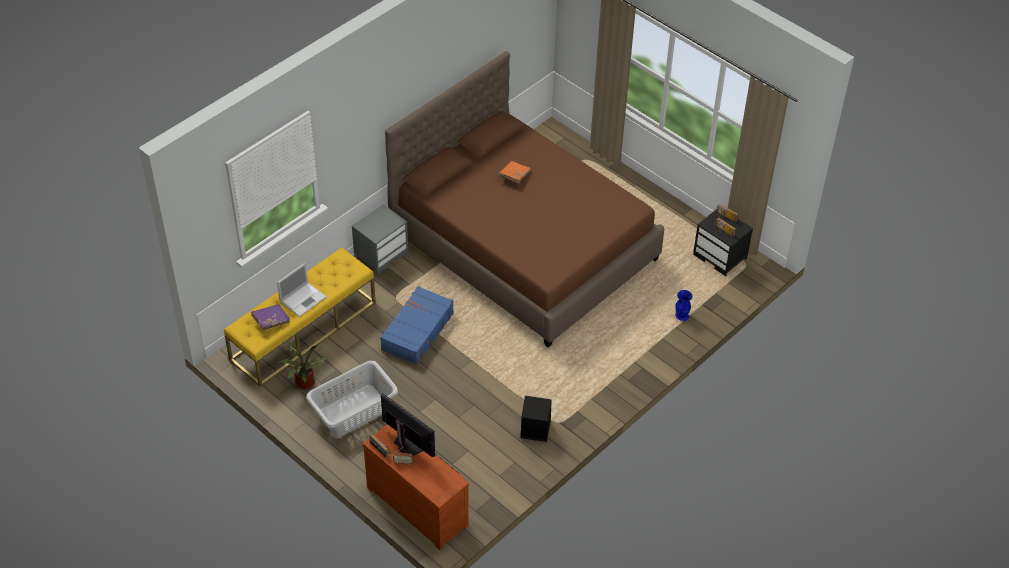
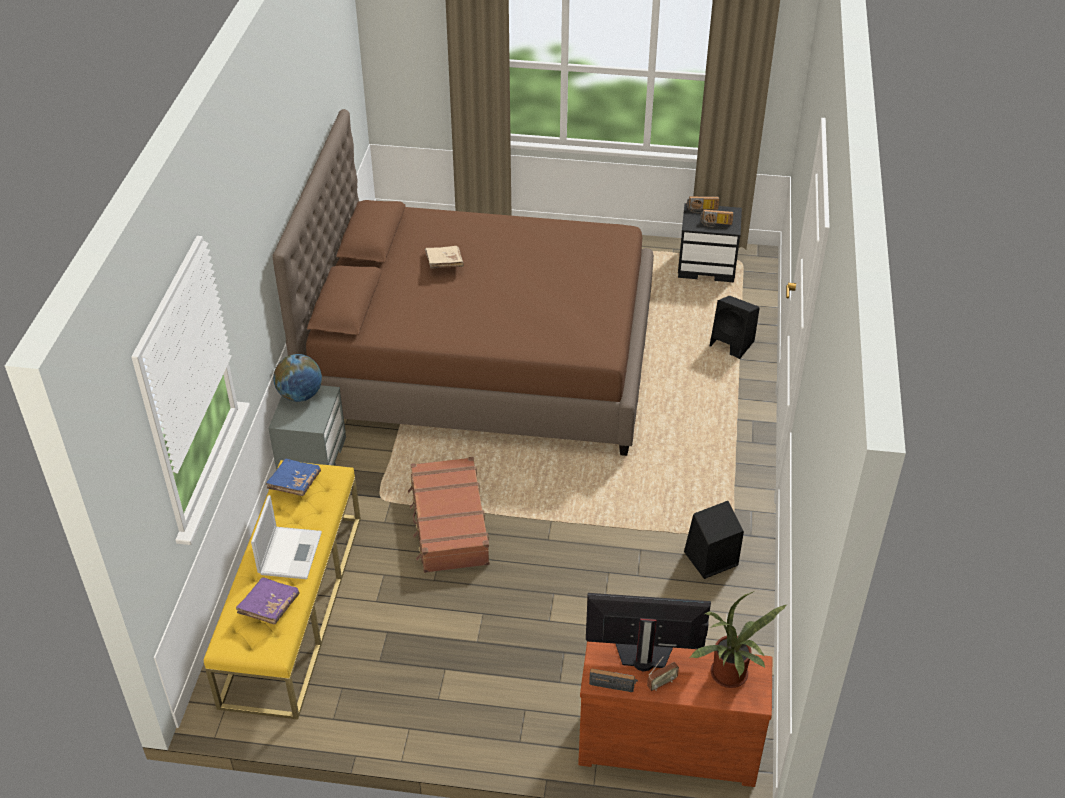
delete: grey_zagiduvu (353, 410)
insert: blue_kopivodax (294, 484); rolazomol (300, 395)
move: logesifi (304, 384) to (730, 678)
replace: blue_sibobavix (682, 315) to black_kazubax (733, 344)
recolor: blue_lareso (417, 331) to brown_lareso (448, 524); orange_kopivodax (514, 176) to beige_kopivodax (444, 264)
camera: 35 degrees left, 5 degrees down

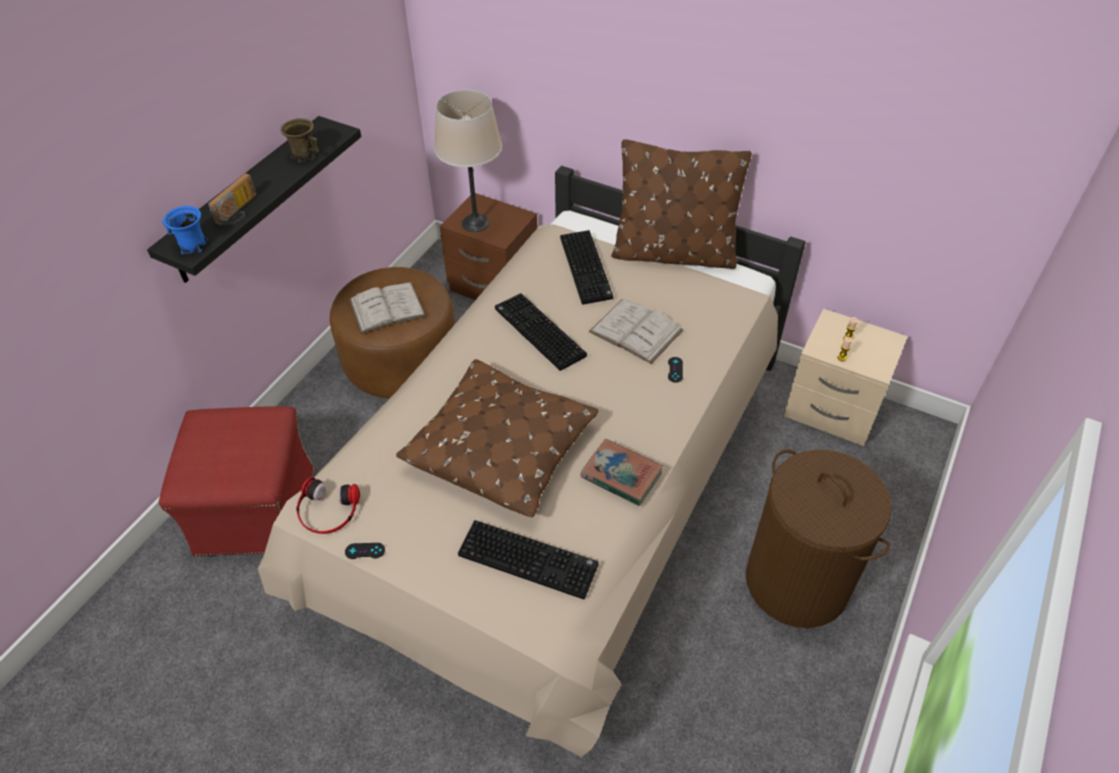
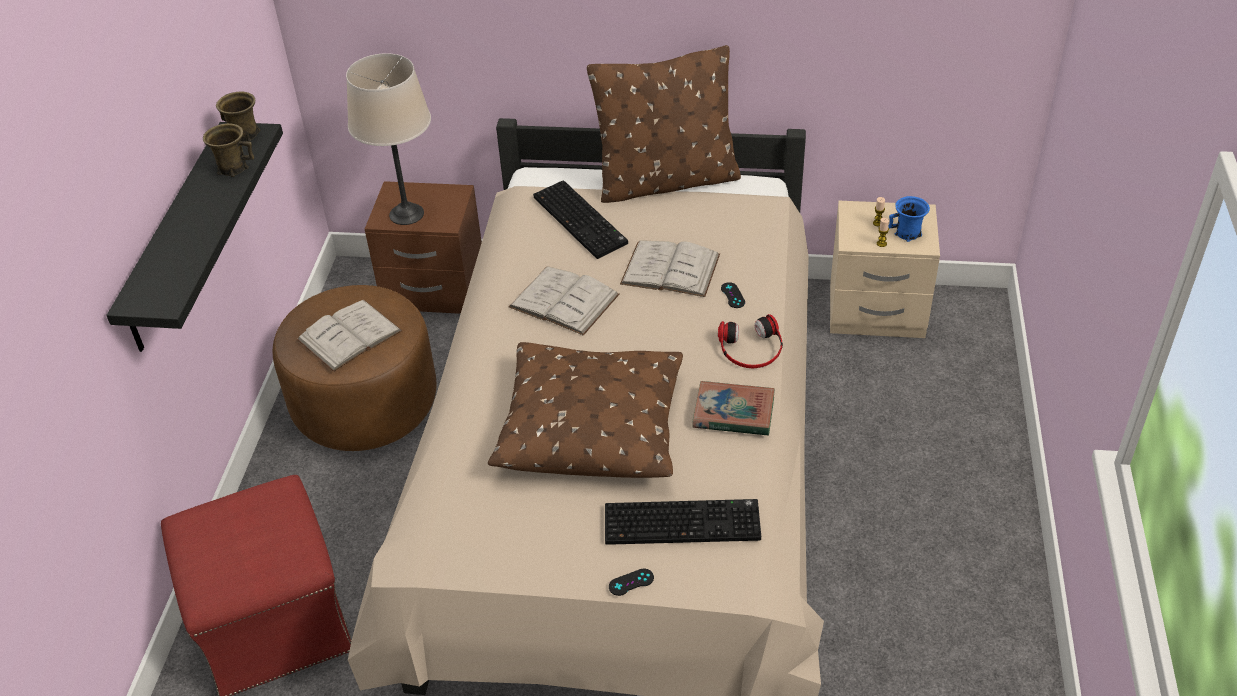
delete: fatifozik (239, 212); brown_zagiduvu (797, 581)
insert: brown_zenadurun (244, 135)
move: blue_zenadurun (193, 246) to (908, 233); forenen (327, 510) to (751, 348); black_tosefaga (365, 551) to (631, 582)
replace: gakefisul (537, 332) to white_kopivodax (564, 301)
camera: 20 degrees left, 5 degrees down

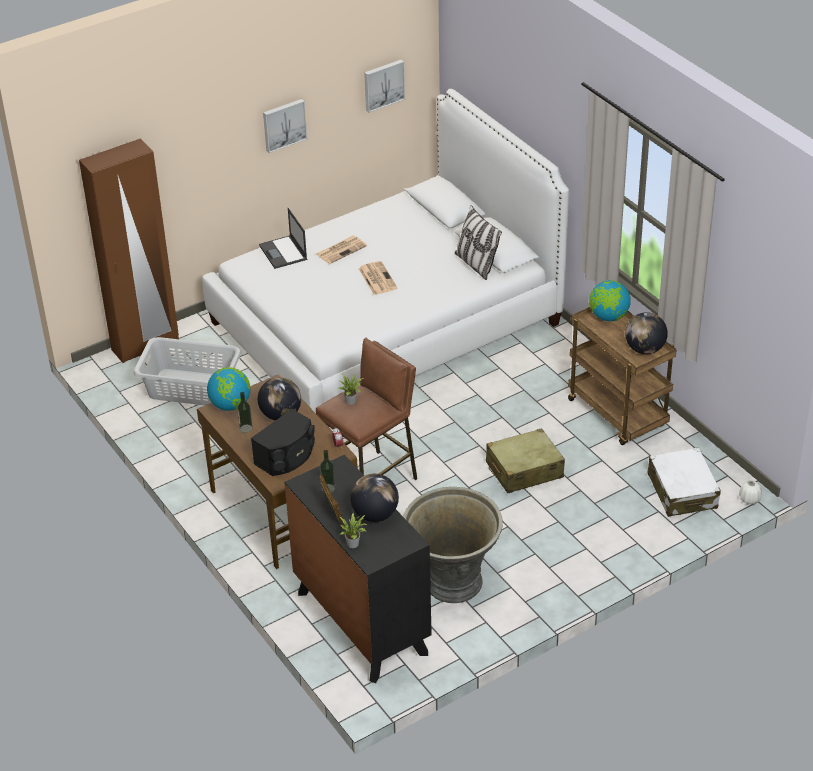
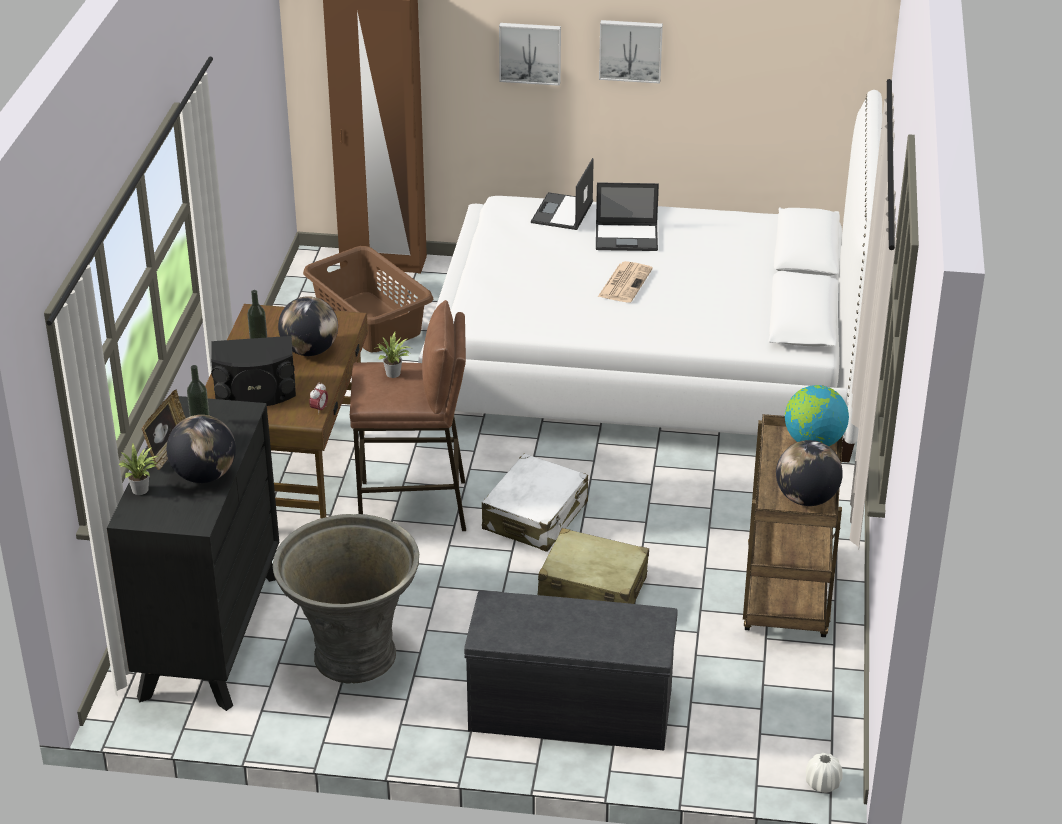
delete: rolazomol (230, 405); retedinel (476, 264)
insert: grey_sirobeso (569, 711)
move: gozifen (383, 85) to (530, 52); white_lareso (682, 491) to (535, 516)
replace: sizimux (341, 250) to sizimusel (627, 237)
recolor: grey_zagiduvu (190, 387) to brown_zagiduvu (370, 321)
camera: 40 degrees right, 5 degrees down

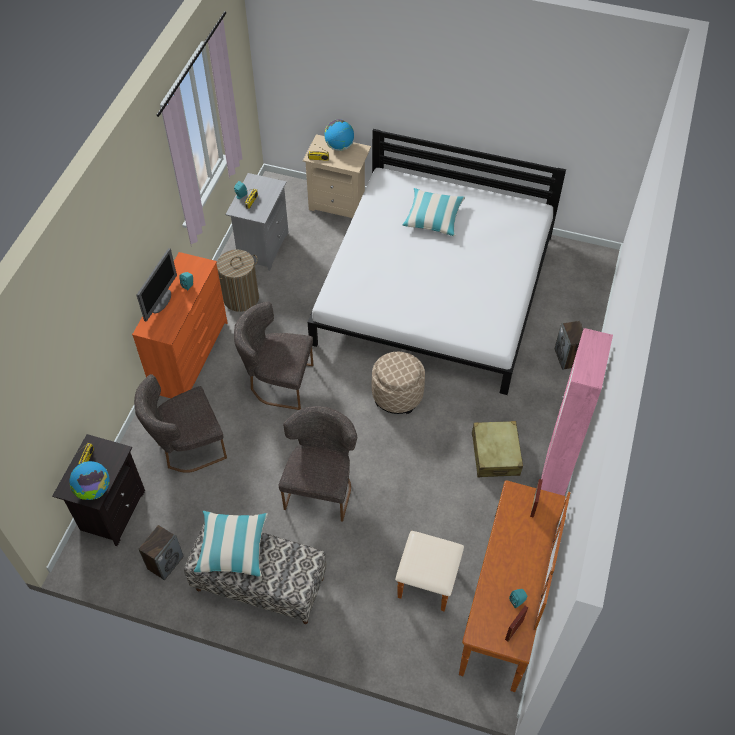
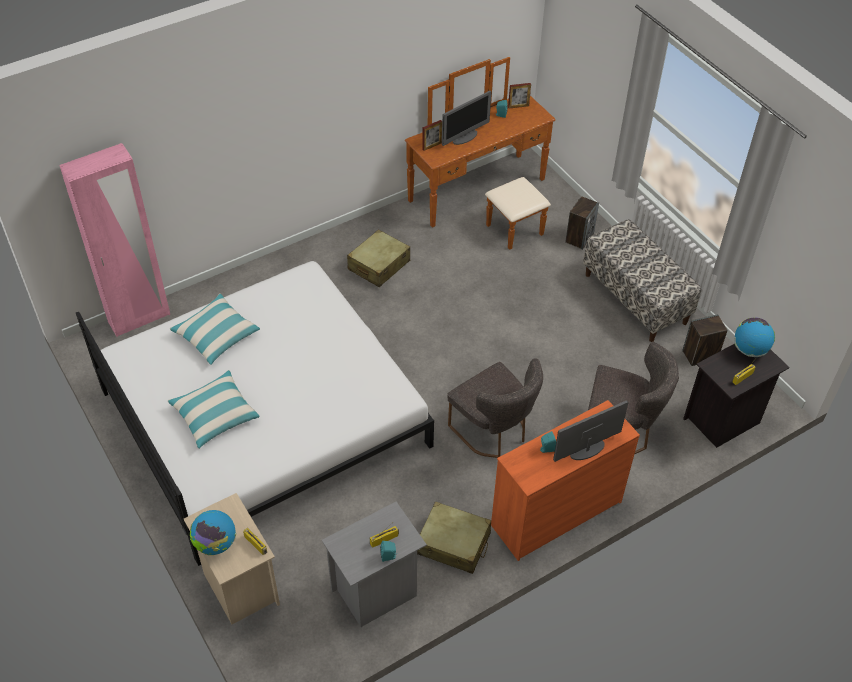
delete: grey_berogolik (321, 487); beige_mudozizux (397, 395)
insert: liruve (465, 137)
move: retedinel (233, 547) to (216, 335); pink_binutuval (553, 478) to (139, 318); kazubax (567, 358) to (579, 238)
replace: zagiduvu (241, 298) to beige_lareso (453, 544)
camera: 140 degrees left, 5 degrees down

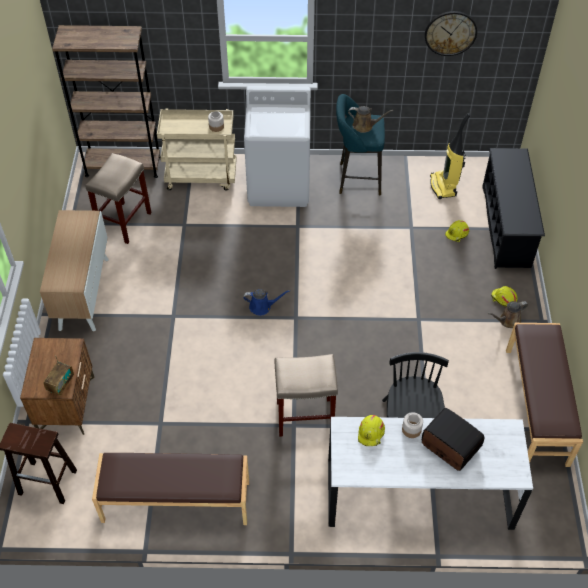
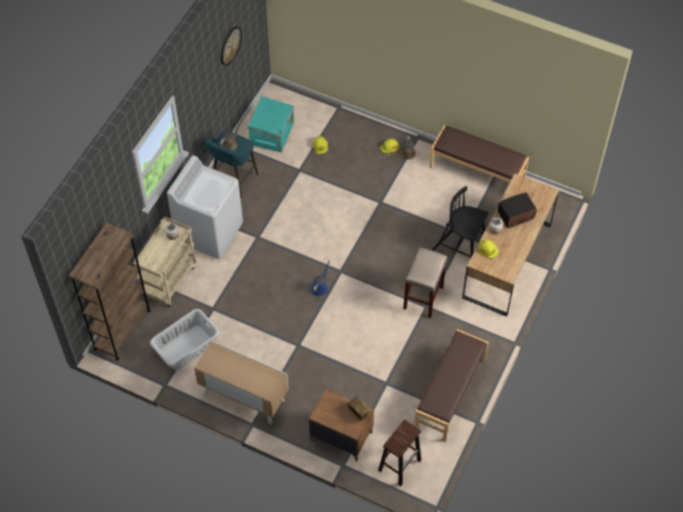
delete: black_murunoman (506, 226)
replace: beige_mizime (124, 222) to grey_zagiduvu (186, 347); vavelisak (444, 186) to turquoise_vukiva (273, 133)
recolor: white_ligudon (418, 494) to brown_ligudon (507, 261)
camera: 65 degrees left, 5 degrees up

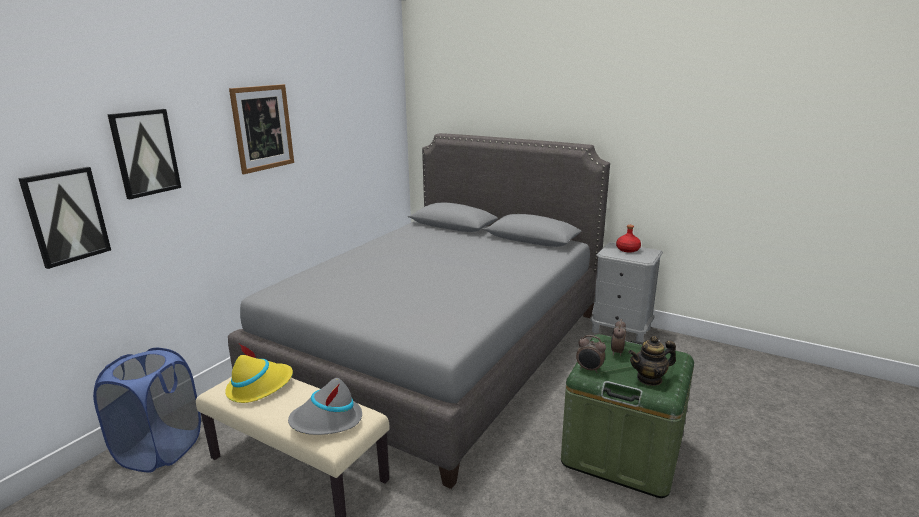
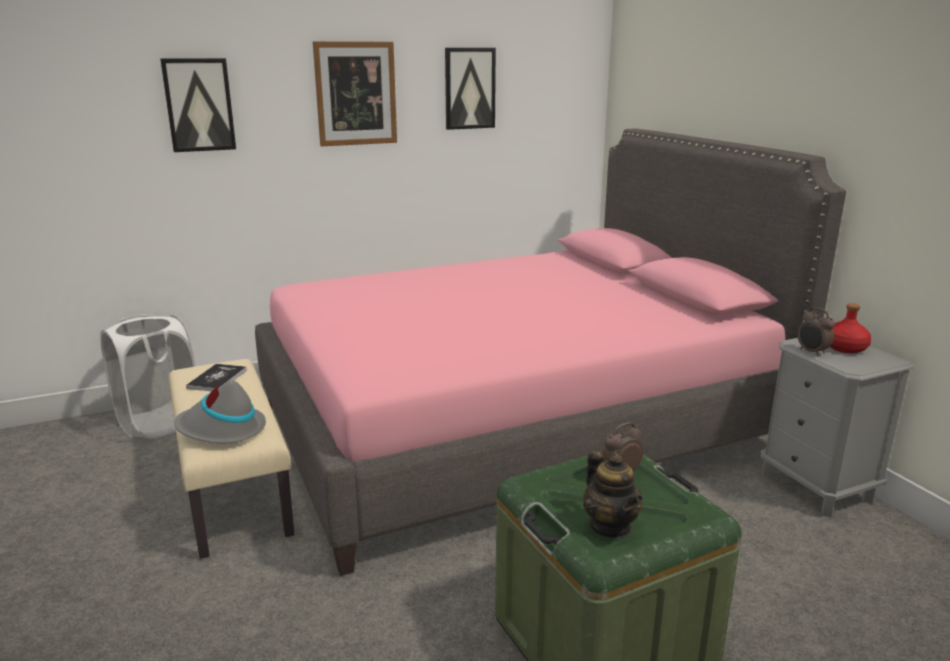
move: gozifen (66, 216) to (469, 88); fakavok (589, 369) to (811, 352)
replace: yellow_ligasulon (260, 387) to kopivodax (217, 379)
recolor: blue_zagiduvu (160, 450) to white_zagiduvu (159, 423); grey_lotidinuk (439, 351) to pink_lotidinuk (513, 425)
rotate: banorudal (649, 379) = (610, 526) 135 degrees counterclockwise
camera: 35 degrees right, 0 degrees up

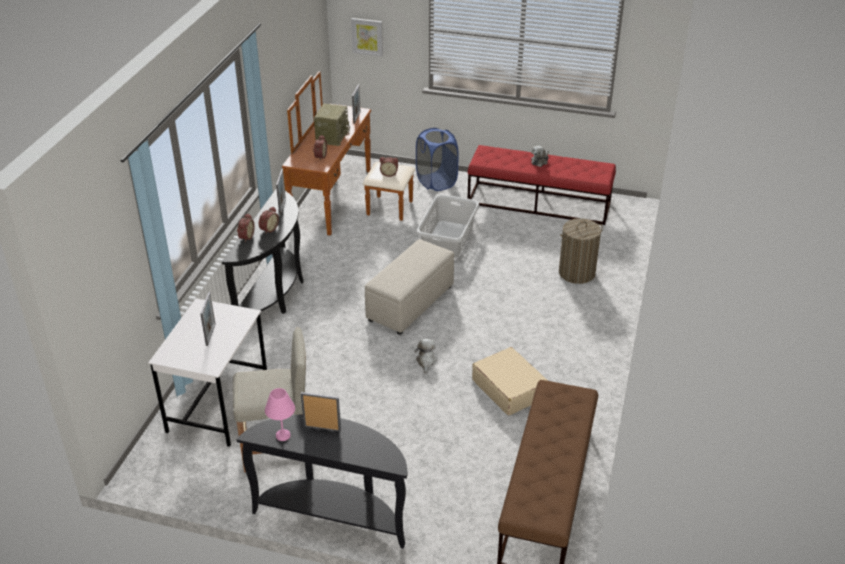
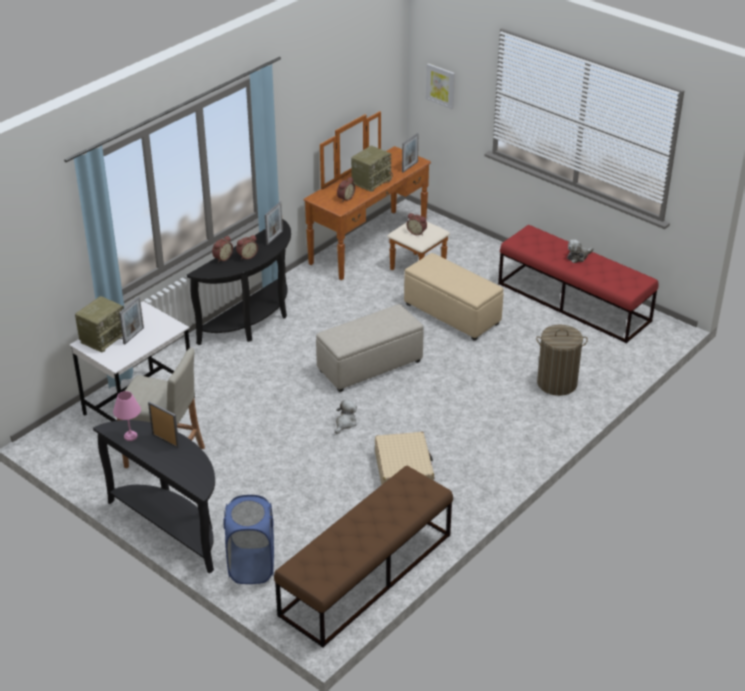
insert: fatifozik (103, 337)
move: blue_zagiduvu (436, 182) to (252, 566)
replace: grey_zagiduvu (448, 239) to beige_mudozizux (452, 314)
camera: 25 degrees right, 0 degrees up

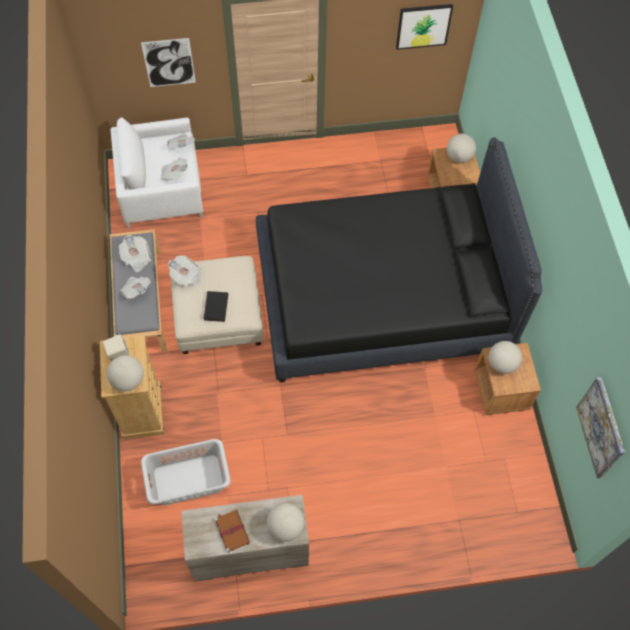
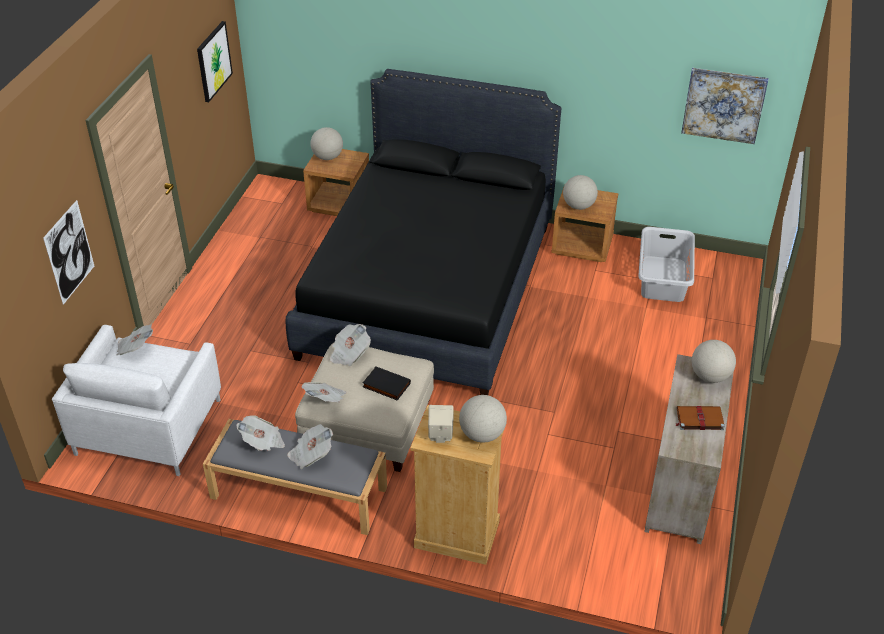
move: grey_zagiduvu (188, 479) to (662, 279); sizimux (174, 174) to (349, 353)
camera: 65 degrees left, 20 degrees down

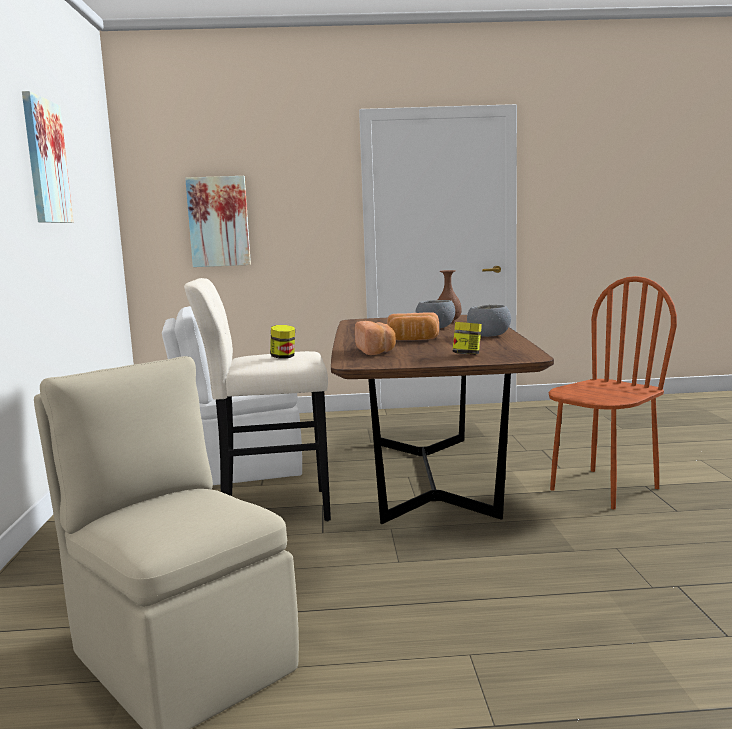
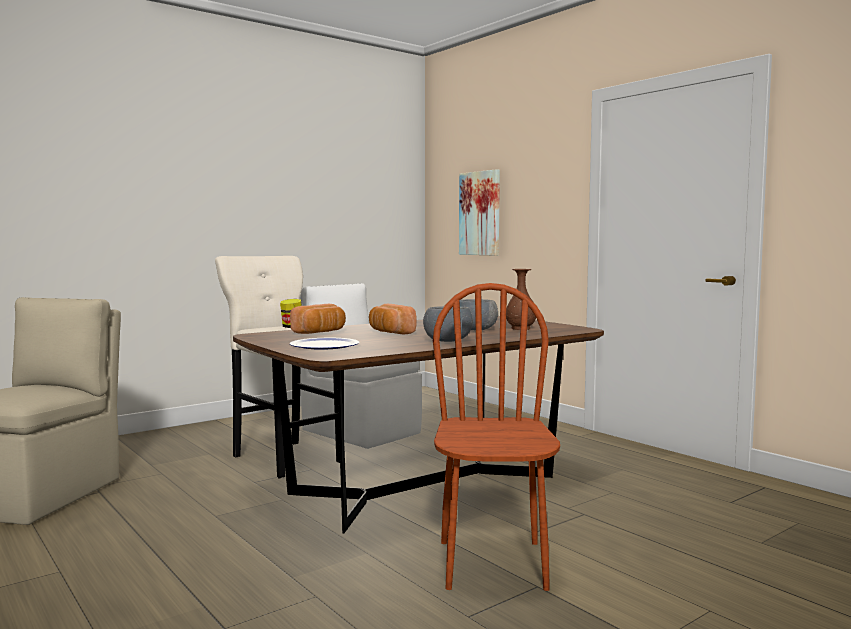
delete: gozifen (45, 161)
replace: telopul (467, 355) to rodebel (324, 345)
rotate: brown_berogolik (603, 488) = (493, 564) 105 degrees counterclockwise
camera: 55 degrees right, 5 degrees down

